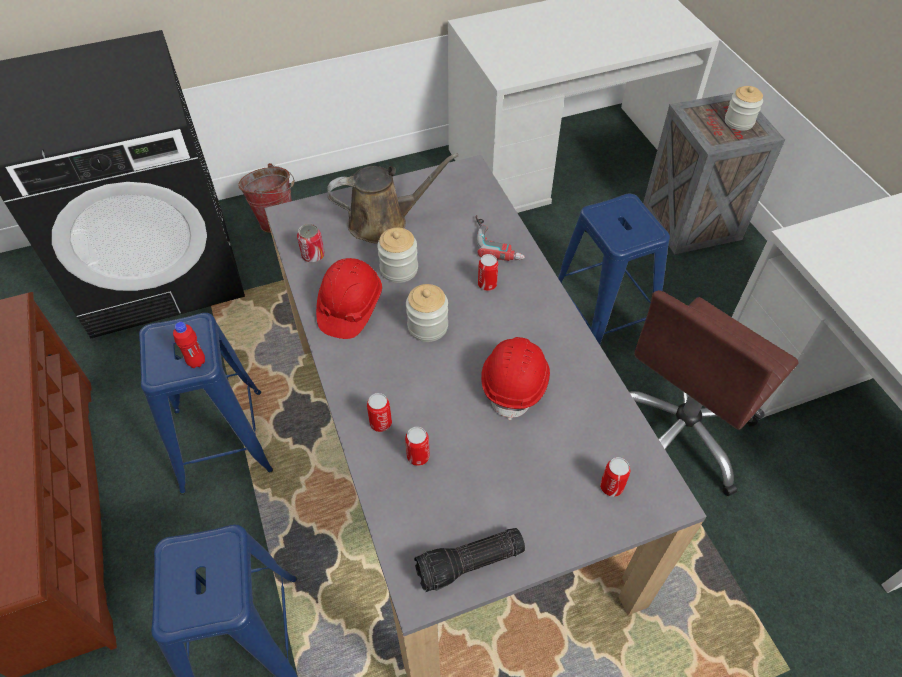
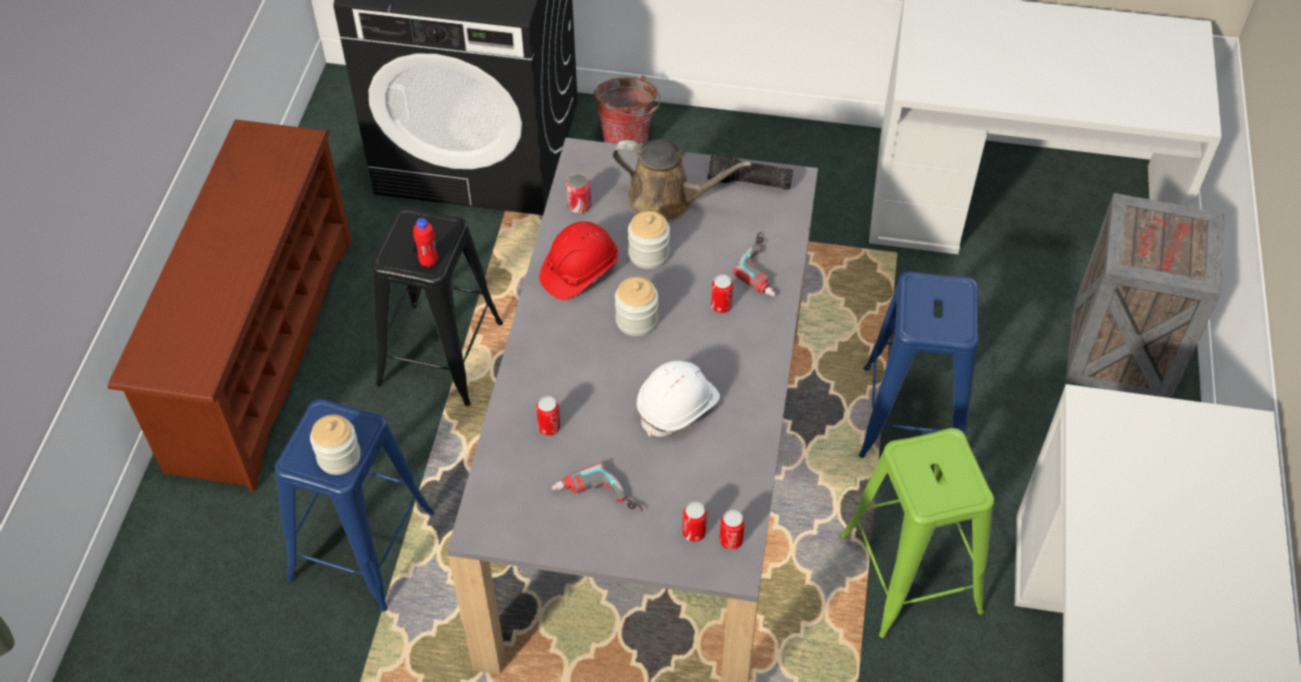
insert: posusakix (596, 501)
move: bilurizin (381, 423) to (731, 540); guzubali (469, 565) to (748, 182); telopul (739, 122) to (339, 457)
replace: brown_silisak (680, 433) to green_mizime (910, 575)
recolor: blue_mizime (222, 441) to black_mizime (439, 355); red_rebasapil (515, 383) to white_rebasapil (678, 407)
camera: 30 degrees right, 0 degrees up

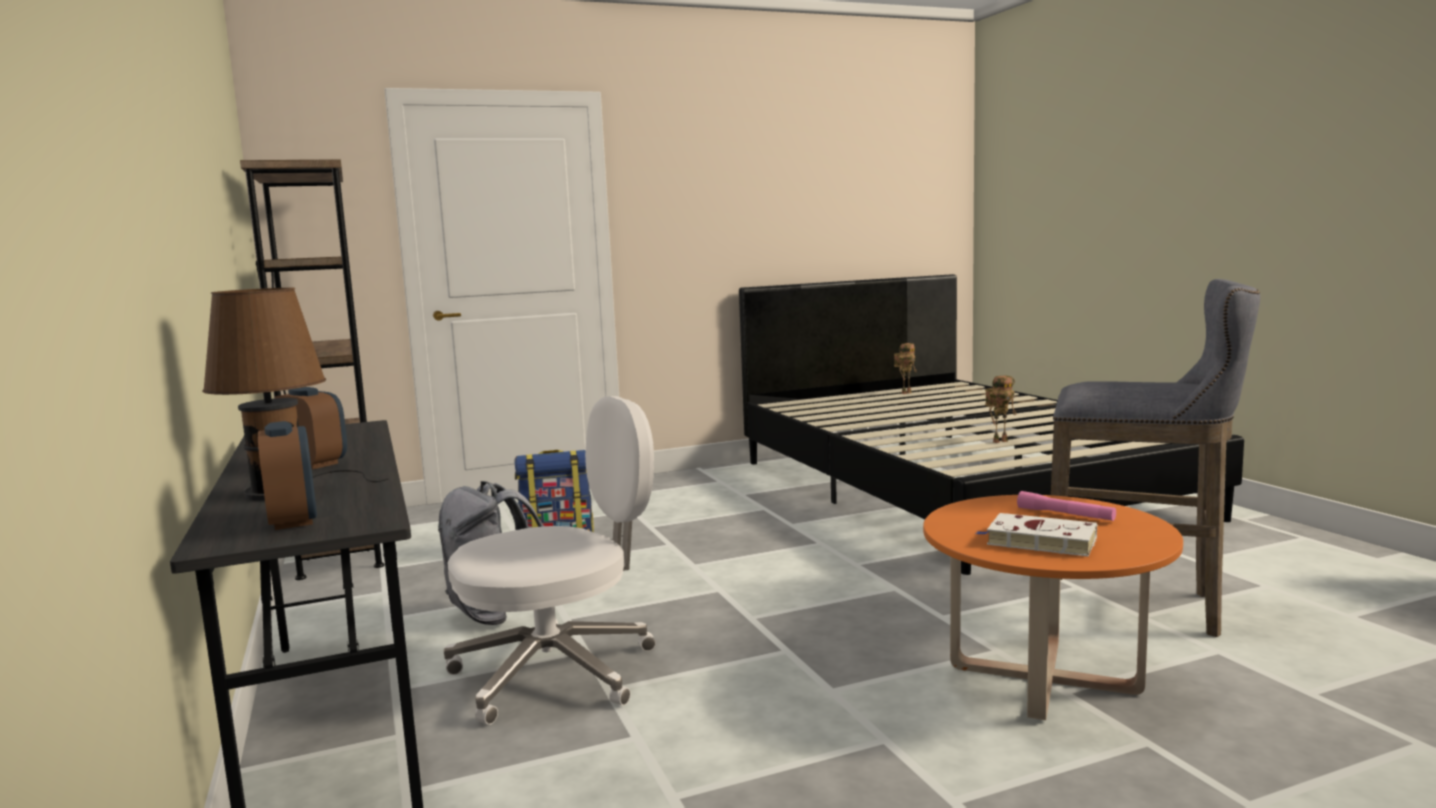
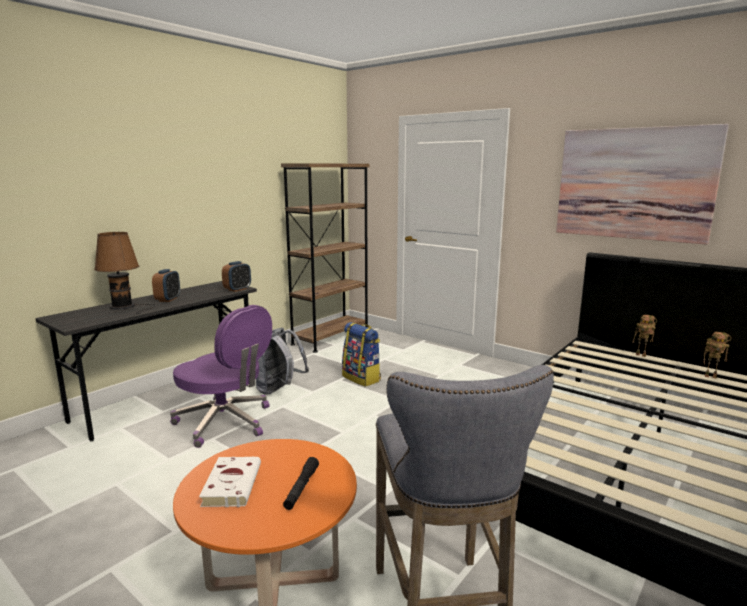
insert: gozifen (633, 184)
move: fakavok (293, 520) to (237, 289); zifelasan (1000, 441) to (642, 355)
recolor: white_silisak (558, 671) to purple_silisak (225, 422); pink_guzubali (1065, 515) to black_guzubali (301, 488)
camera: 60 degrees right, 5 degrees up

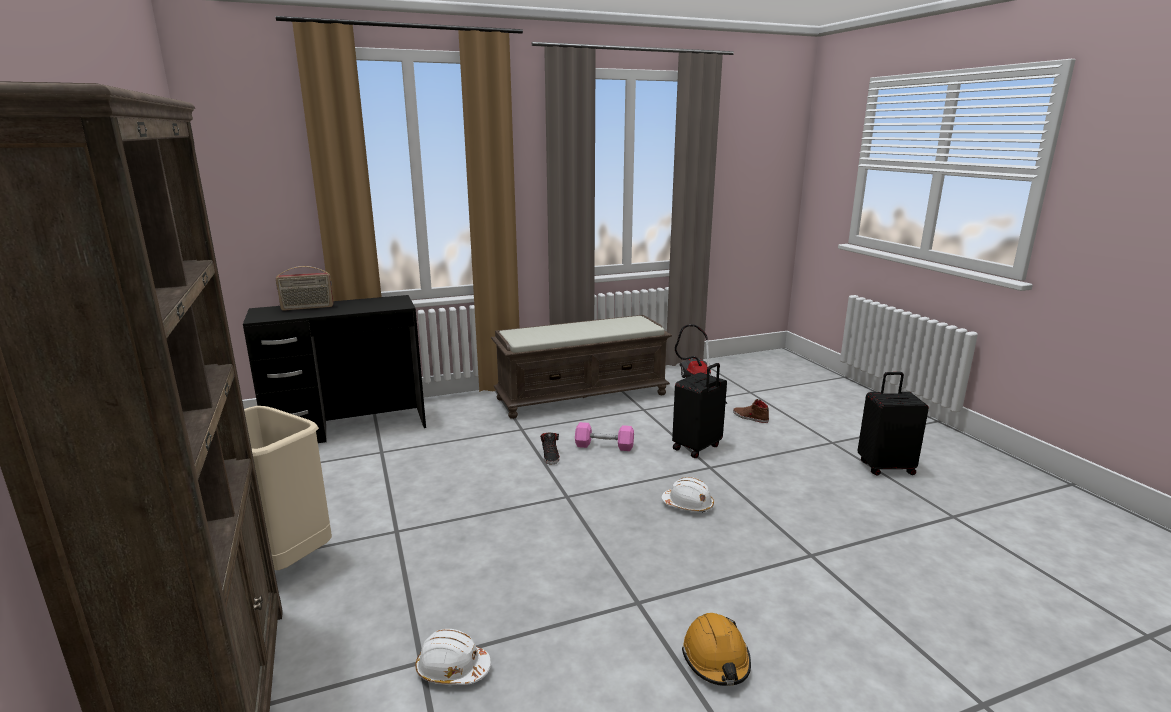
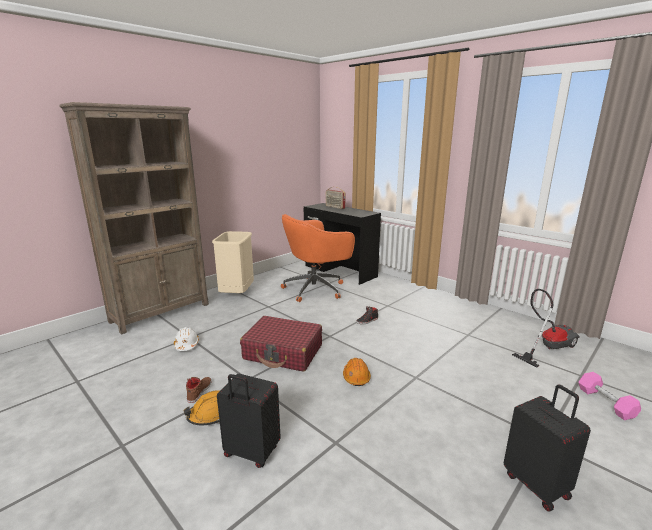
delete: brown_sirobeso (582, 396)
insert: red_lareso (283, 352); orange_silisak (316, 289)
move: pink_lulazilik (604, 446) to (605, 403); black_lareso (697, 448) to (251, 453); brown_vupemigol (750, 417) to (199, 391)
recolor: white_rebasapil (688, 505) to orange_rebasapil (356, 377)
camera: 65 degrees right, 0 degrees up

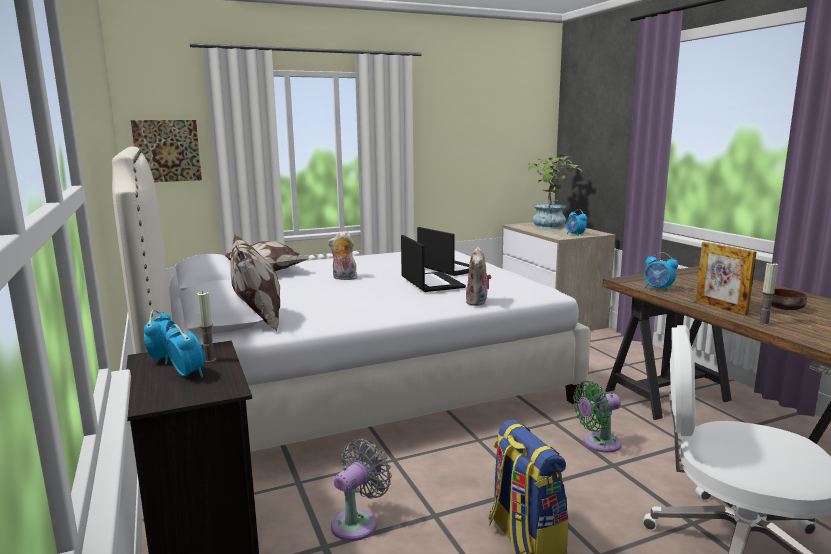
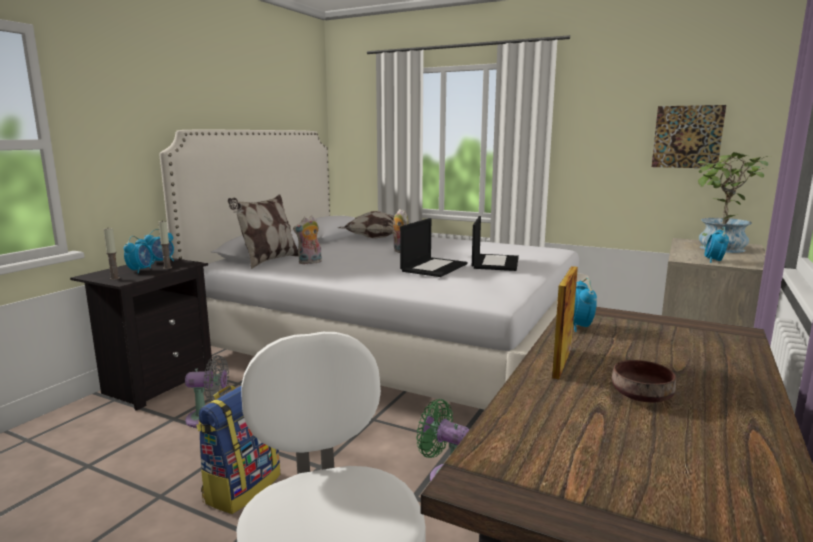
move: gozifen (167, 151) to (687, 137); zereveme (478, 302) to (310, 262); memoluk (764, 323) to (114, 278)
camera: 50 degrees right, 0 degrees up

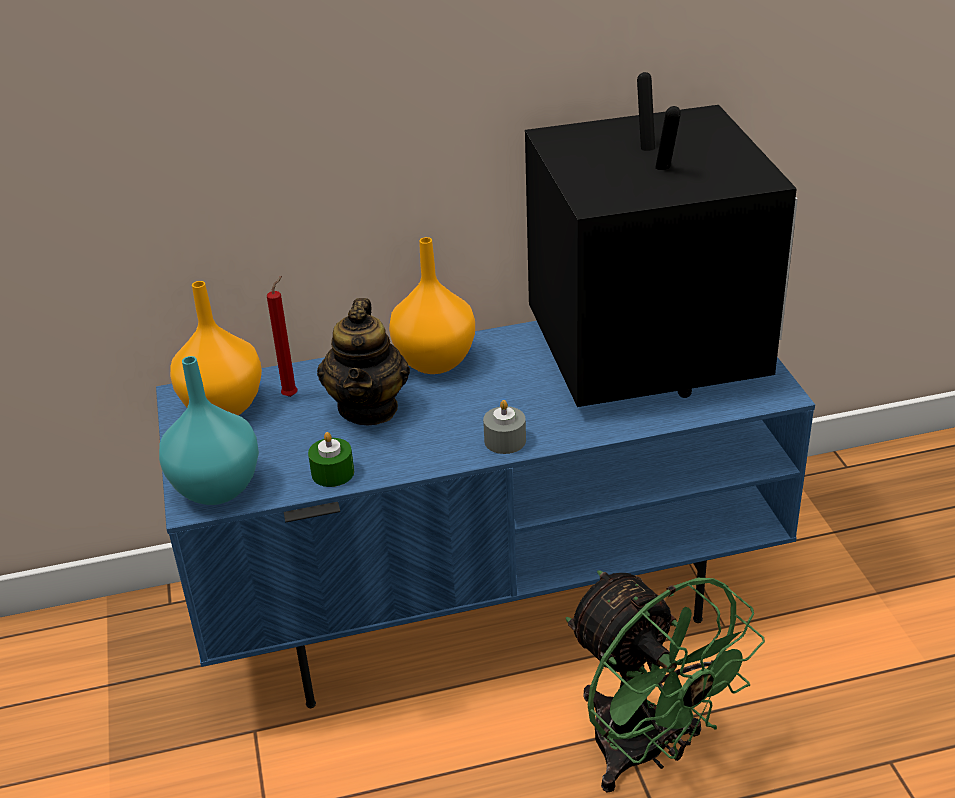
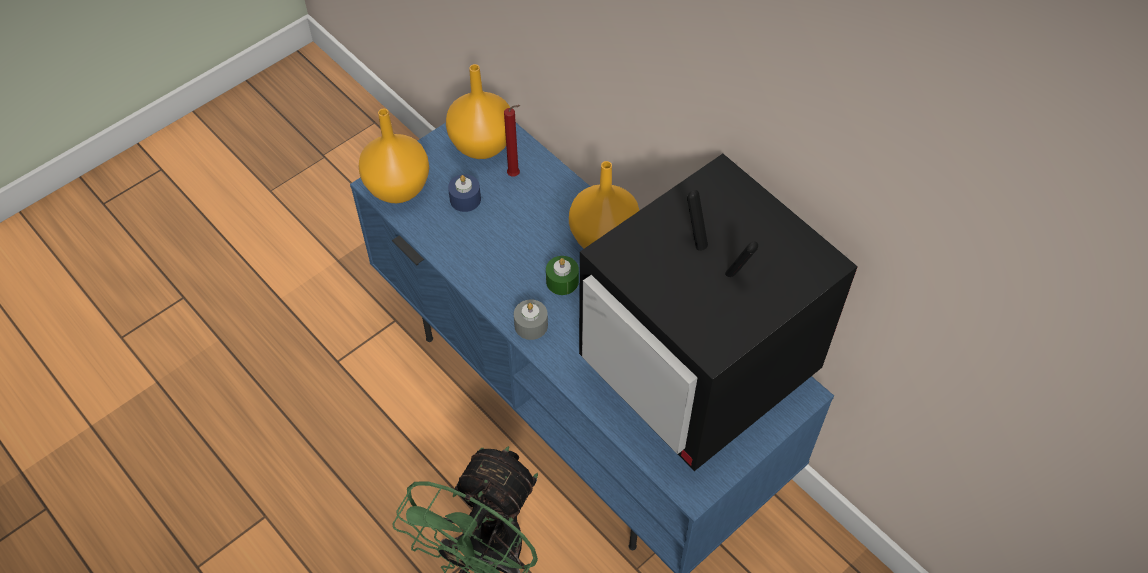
delete: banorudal (369, 408)
insert: blue_memoluk (465, 199)
move: green_memoluk (332, 473) to (562, 281)
recolor: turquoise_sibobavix (217, 487) to orange_sibobavix (399, 187)
rotate: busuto (644, 349) = (700, 370) 90 degrees clockwise
camera: 60 degrees right, 20 degrees up

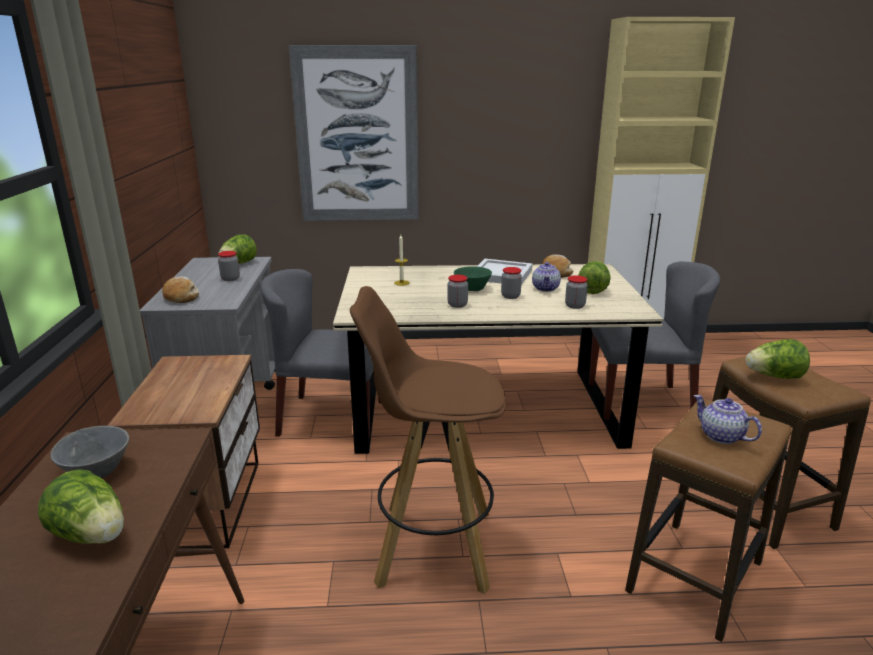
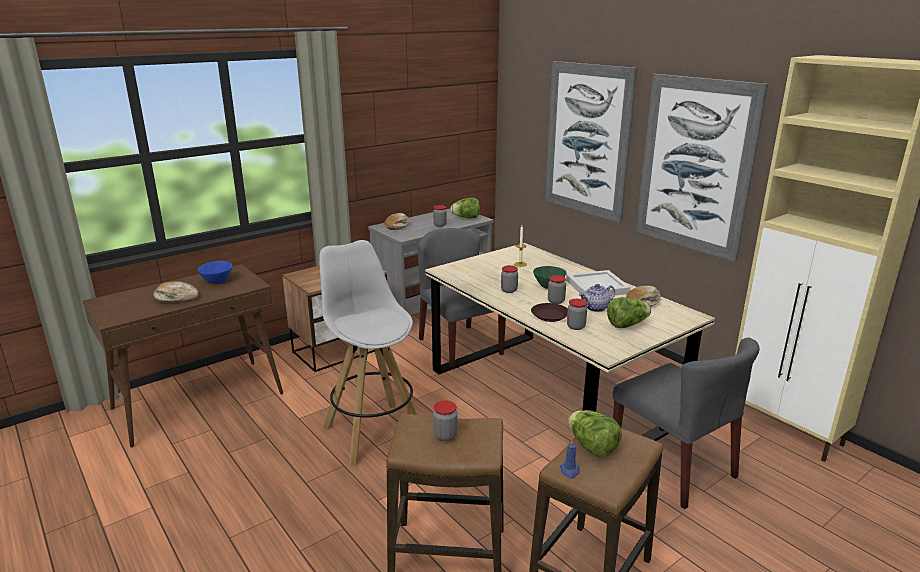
insert: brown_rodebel (549, 315); blue_memoluk (569, 471); gozifen (695, 166)
replace: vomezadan (92, 535) to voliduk (176, 298); banorudal (720, 436) to telopul (445, 435)
recolor: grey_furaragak (95, 473) to blue_furaragak (216, 281); brown_mizime (432, 547) to white_mizime (373, 432)
camera: 55 degrees right, 0 degrees up

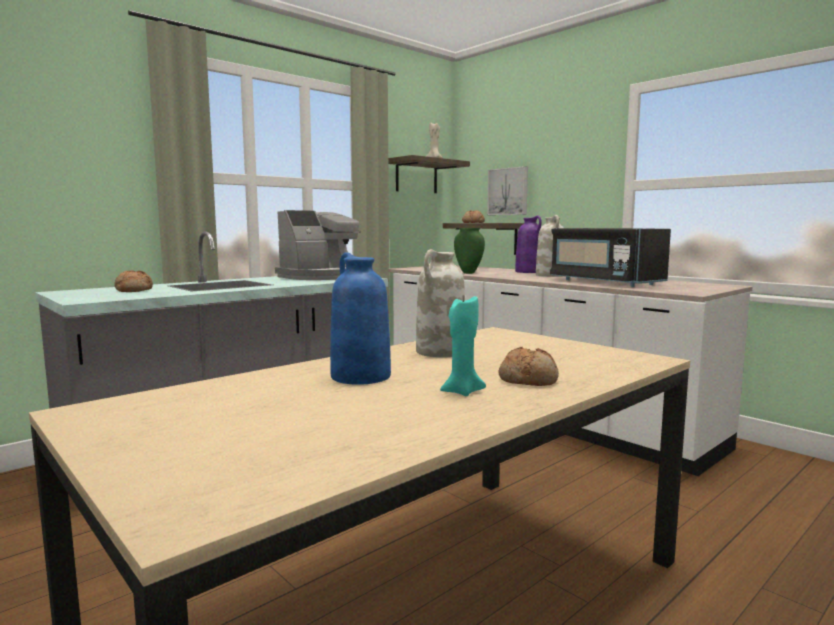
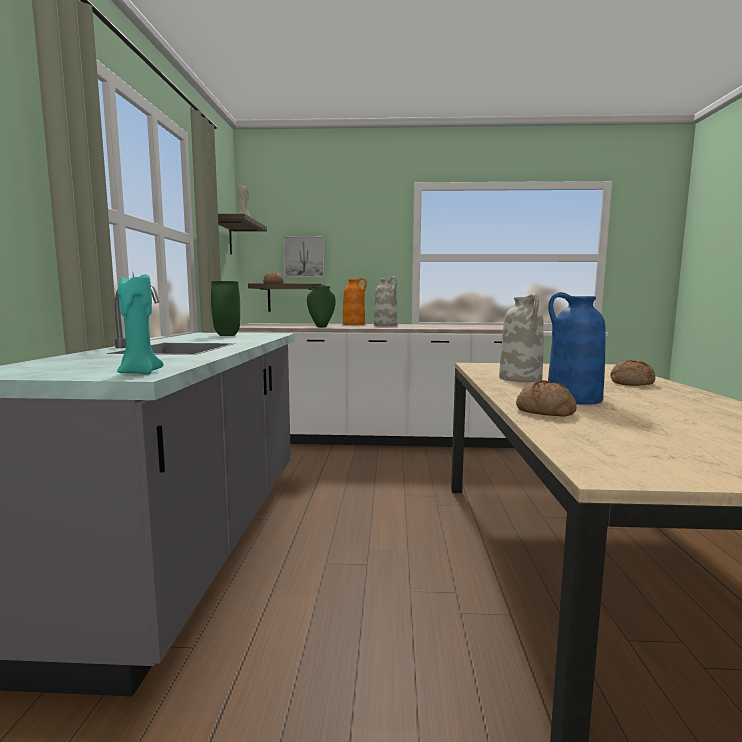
delete: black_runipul (603, 282)
move: voliduk (133, 290) to (544, 411); turquoise_memoluk (461, 391) to (139, 373)
replace: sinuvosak (322, 277) to green_sibobavix (226, 335)
recolor: purple_sibobavix (529, 272) to orange_sibobavix (354, 324)
camera: 45 degrees left, 0 degrees up

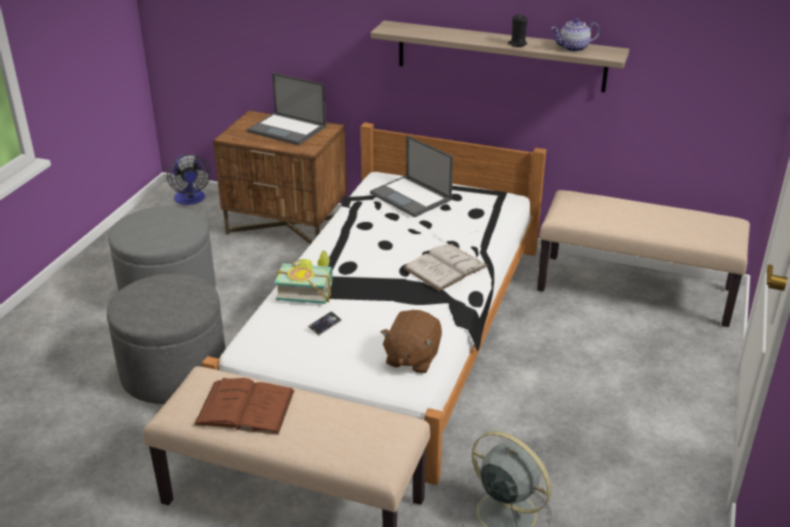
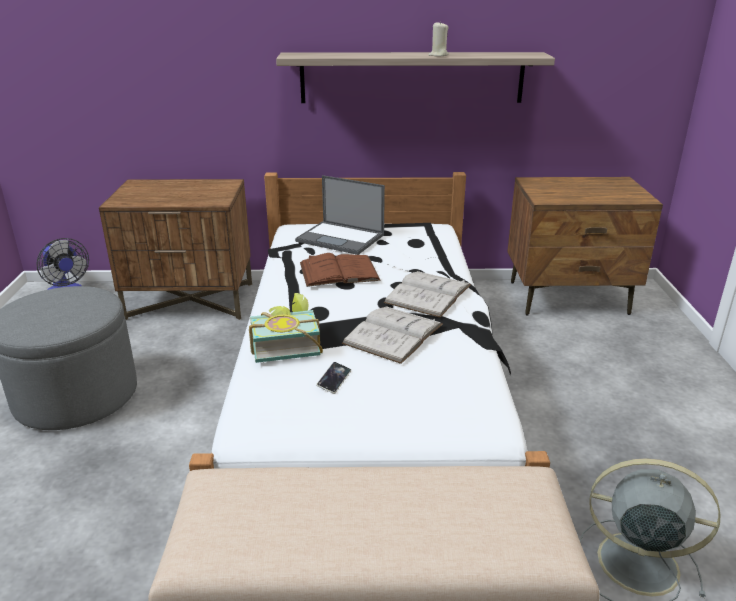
delete: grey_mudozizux (174, 372); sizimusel (288, 129); brown_zereveme (412, 358); banorudal (573, 48)
insert: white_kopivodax (393, 334)
move: brown_kopivodax (245, 407) to (339, 271)
replace: beige_sirobeso (635, 289) to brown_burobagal (569, 298)
recolor: black_memoluk (517, 44) to beige_memoluk (438, 55)
camera: 20 degrees left, 5 degrees down

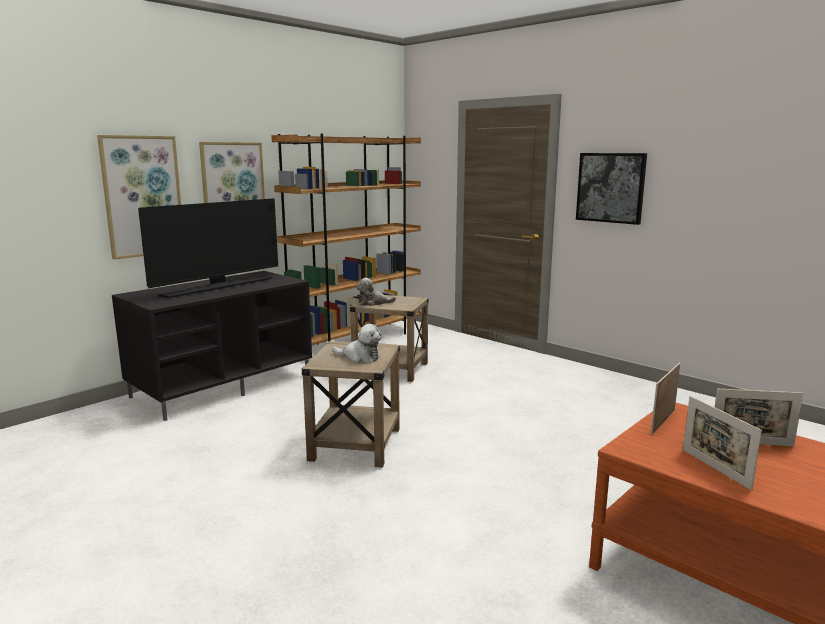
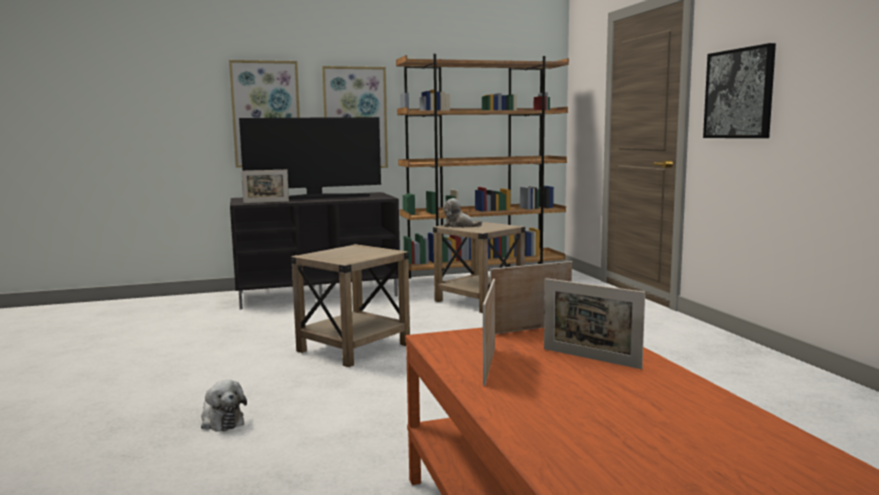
insert: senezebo (266, 202)
move: zereveme (360, 357) to (221, 421)
camera: 30 degrees right, 5 degrees down

